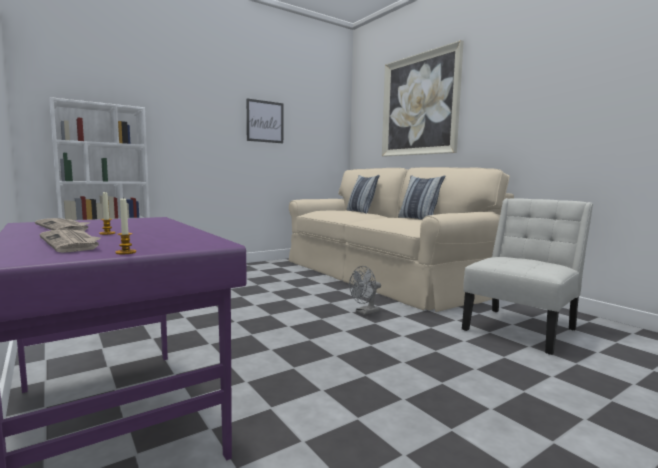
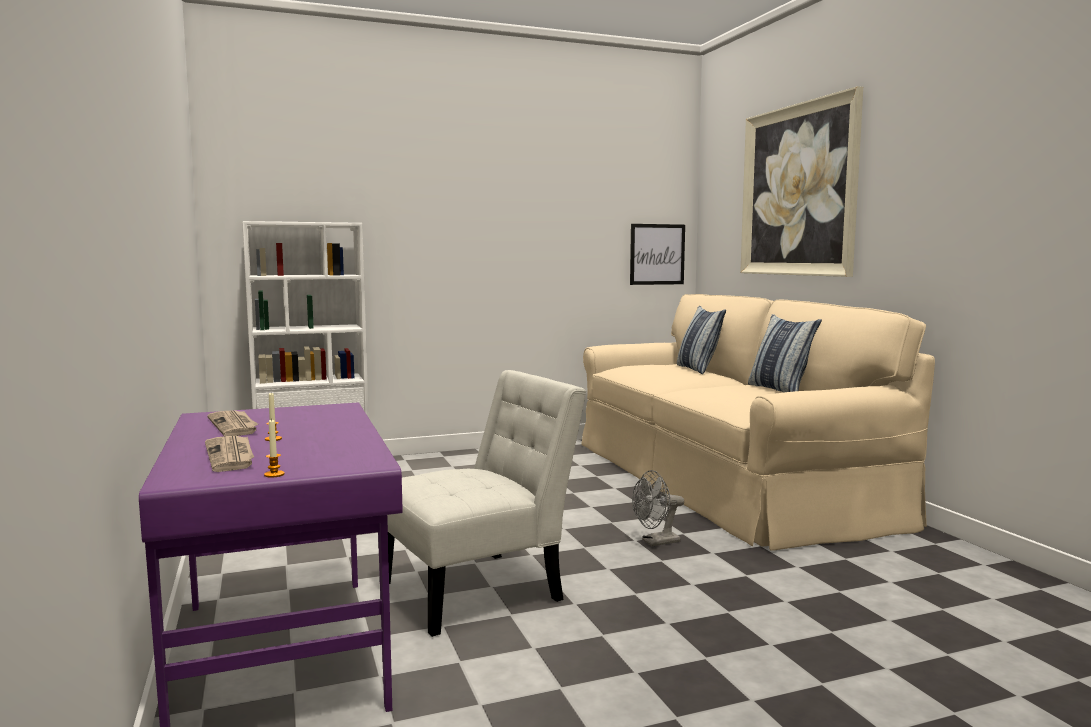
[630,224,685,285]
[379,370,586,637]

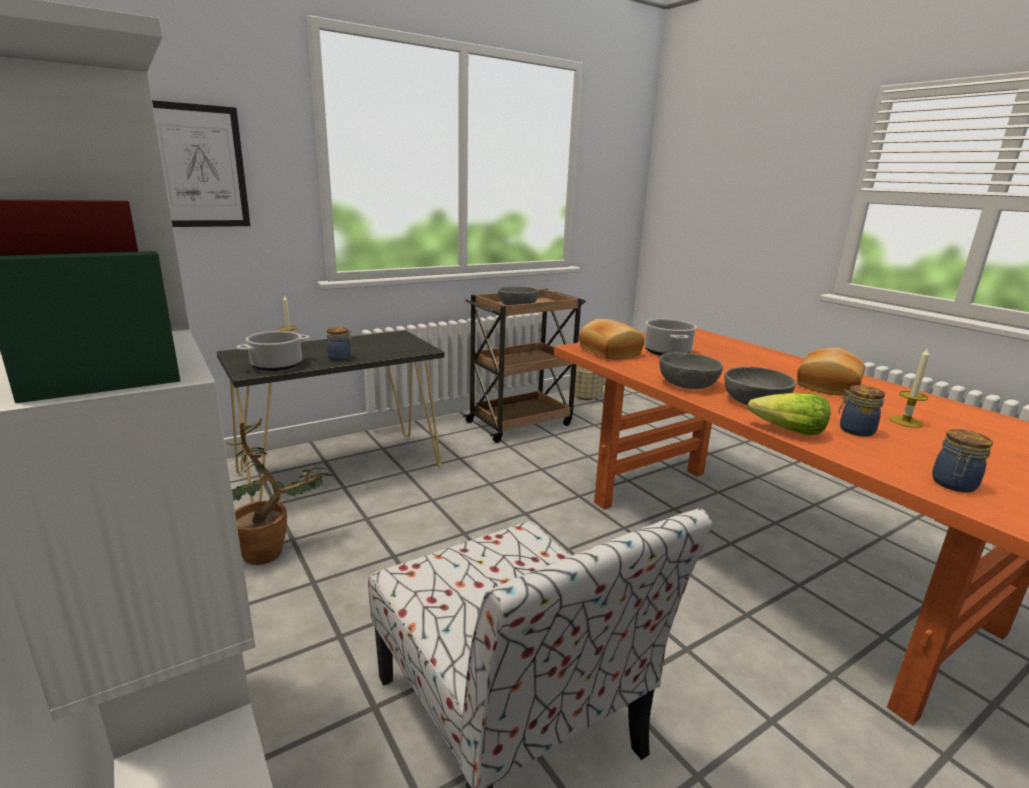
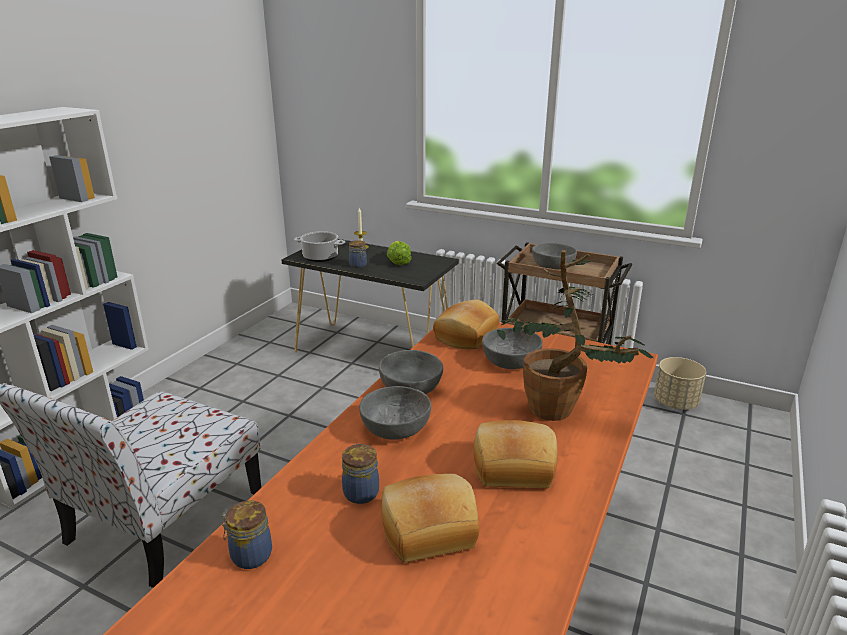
[152,100,250,227] (first image)
[497,250,653,421]
[482,328,543,369]
[387,241,411,265]
[381,474,479,563]

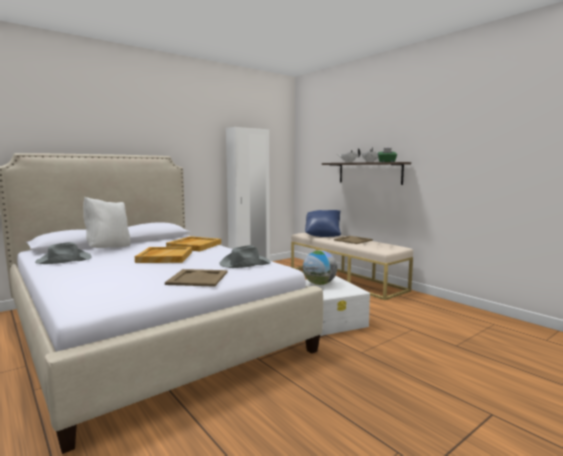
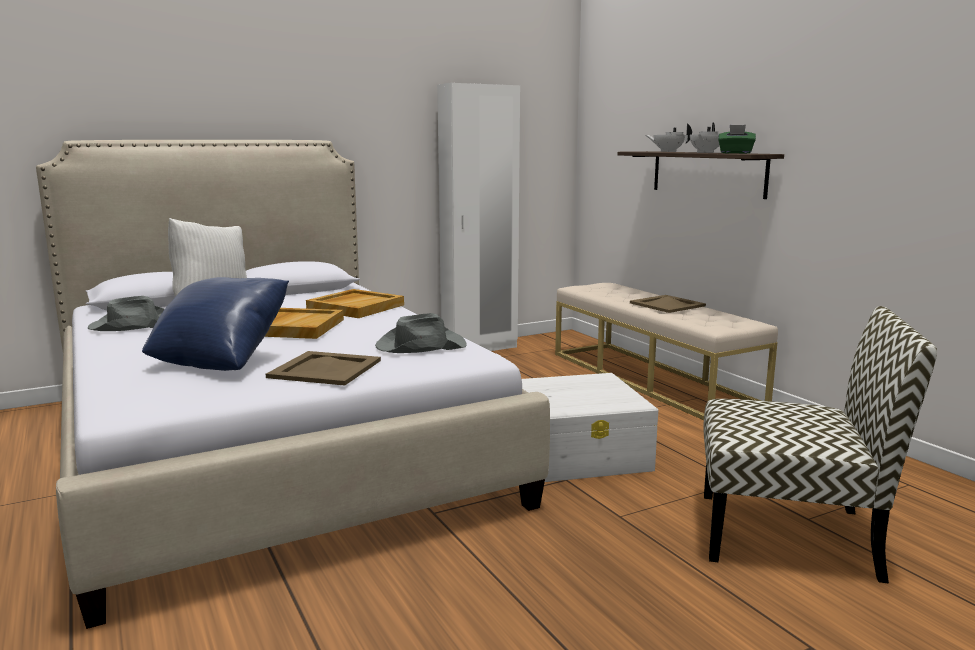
[303,250,337,285] (first image)
[142,277,289,371]
[703,306,937,584]

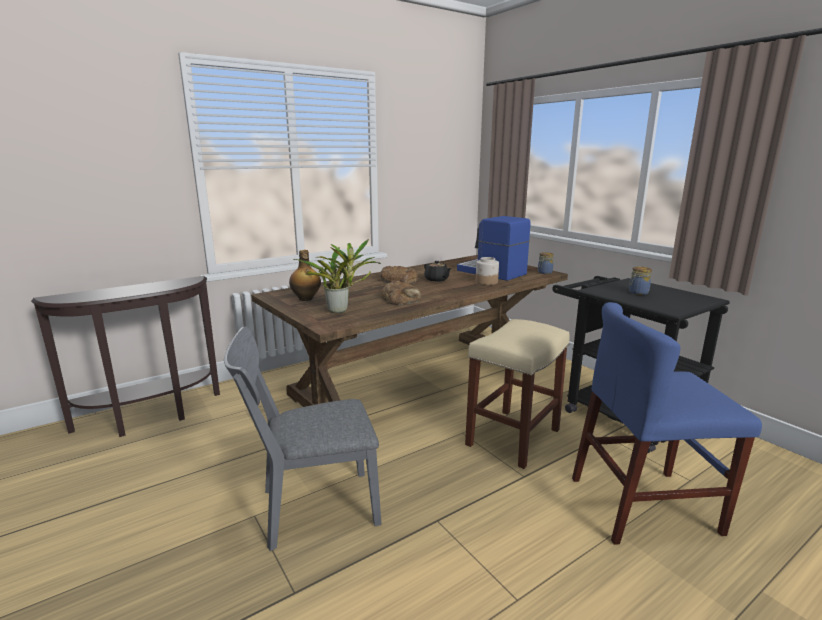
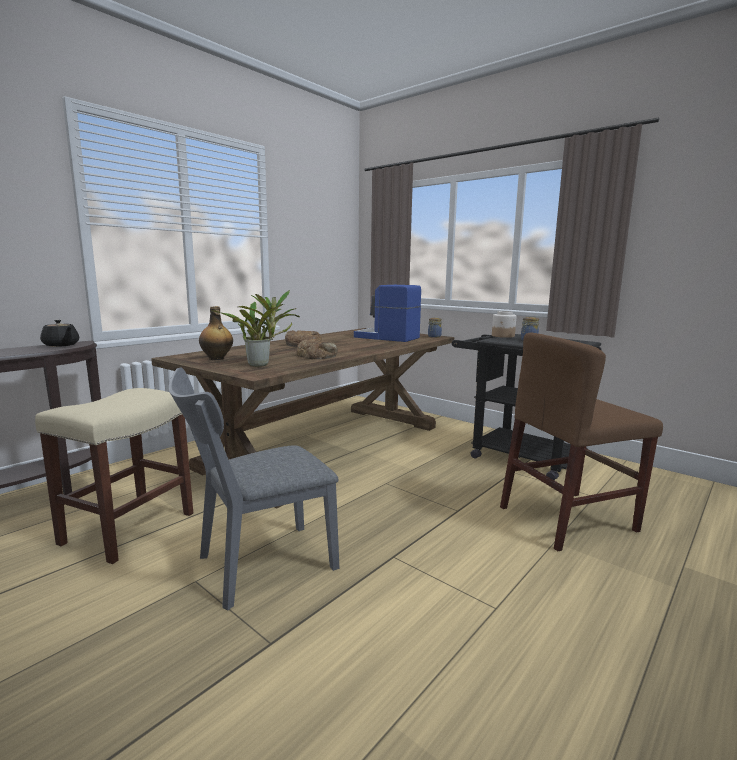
[40,320,79,347]
[35,388,193,564]
[492,311,516,338]
[500,333,663,552]

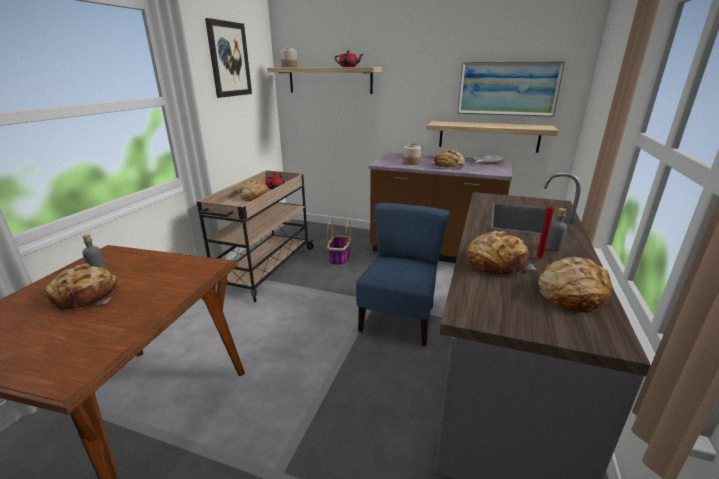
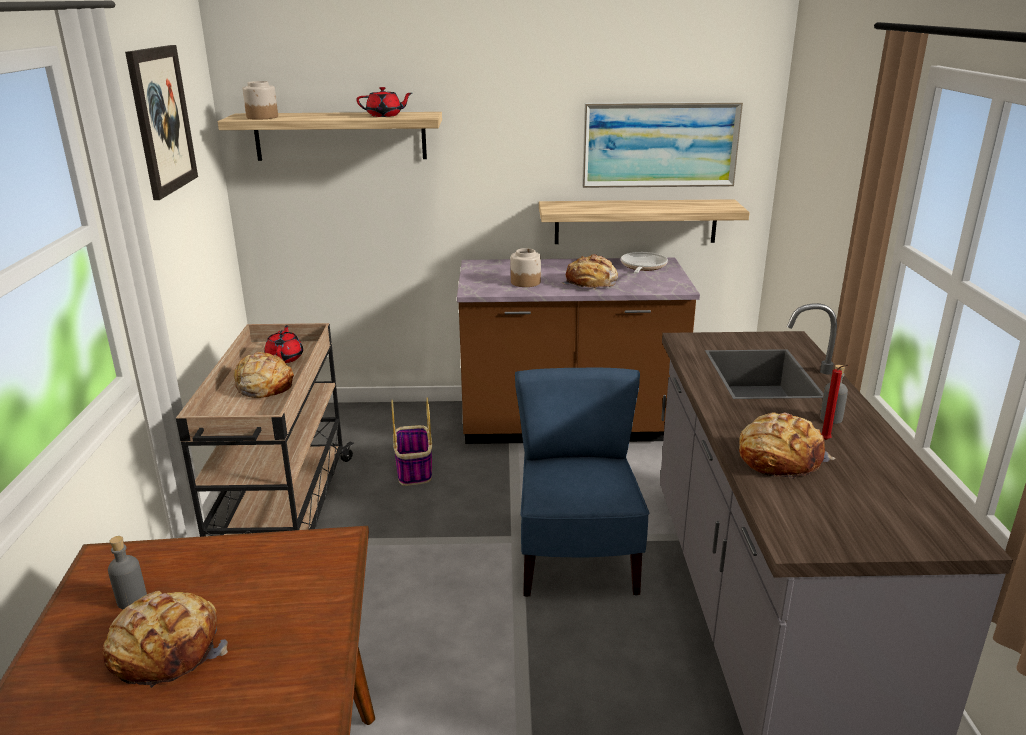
[538,257,612,312] (first image)

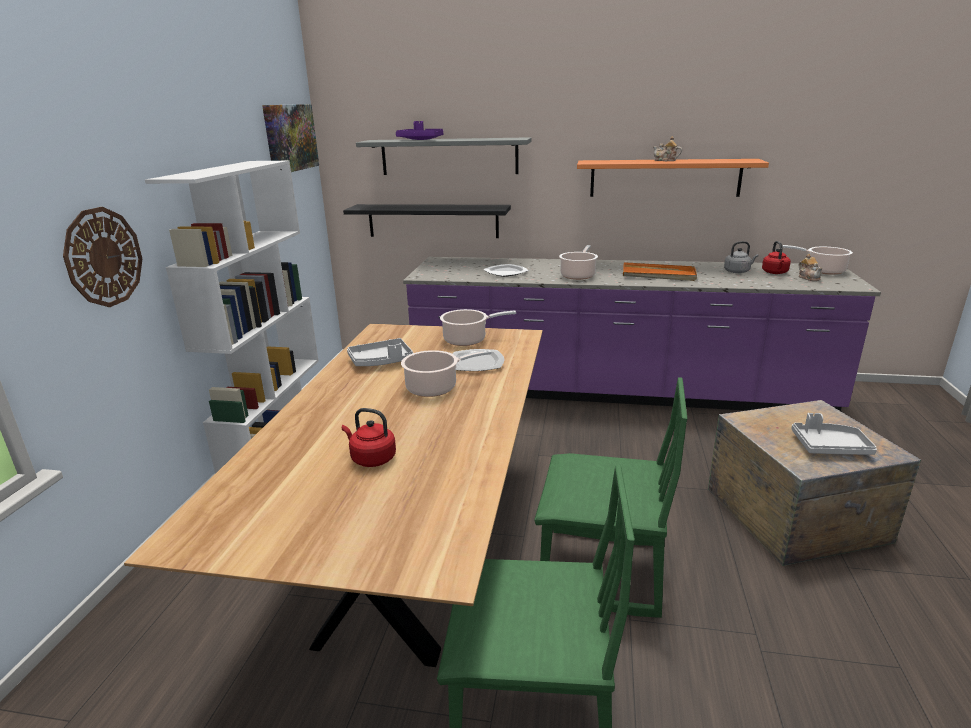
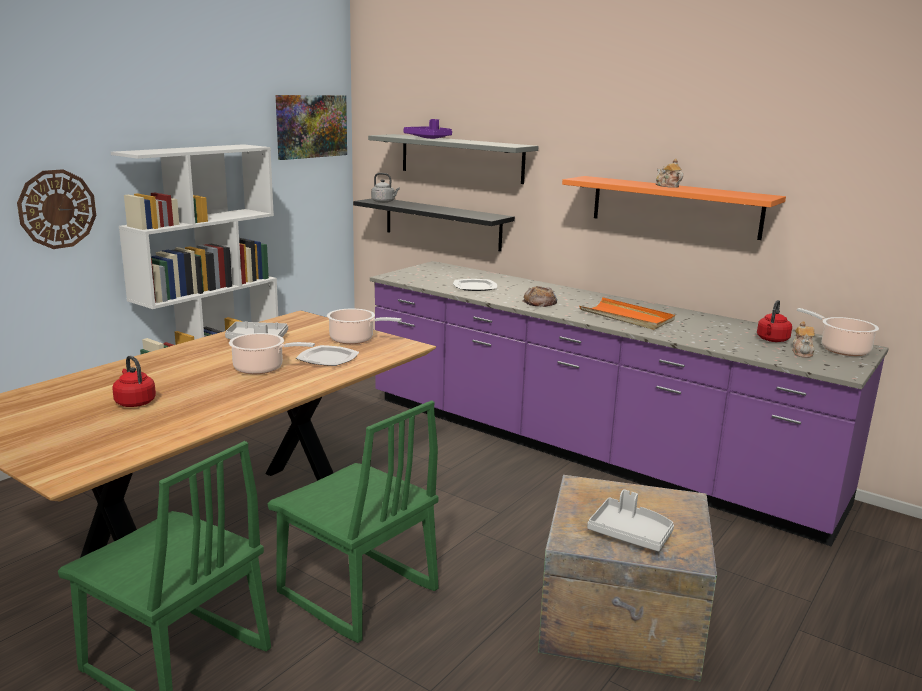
[522,286,557,307]
[371,173,400,203]

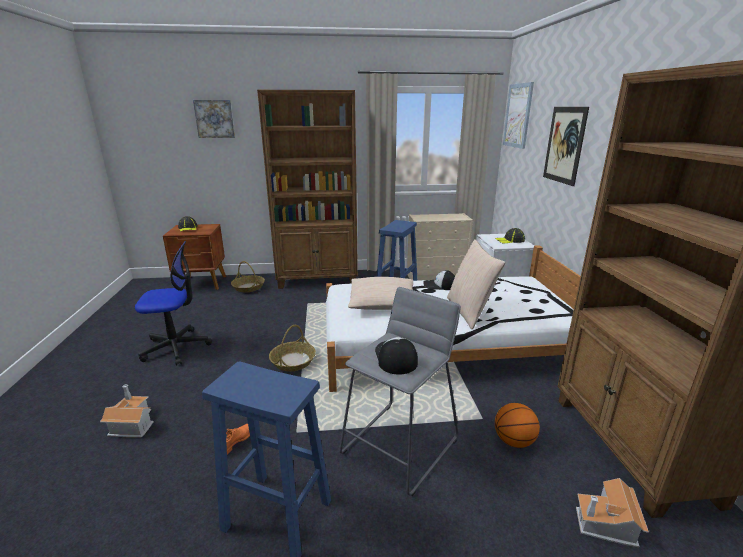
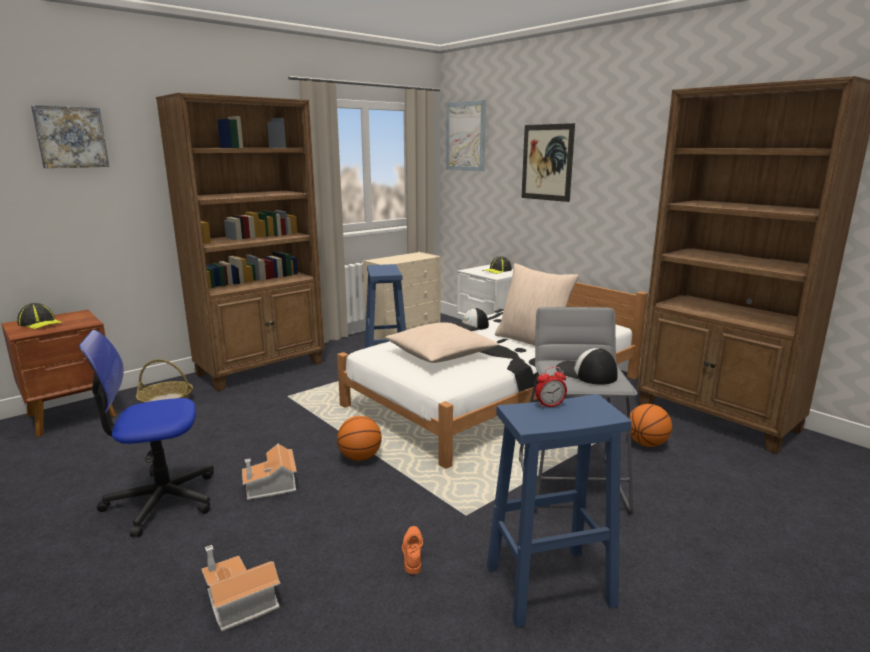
[79,330,214,537]
[337,416,382,461]
[242,444,297,500]
[535,367,567,408]

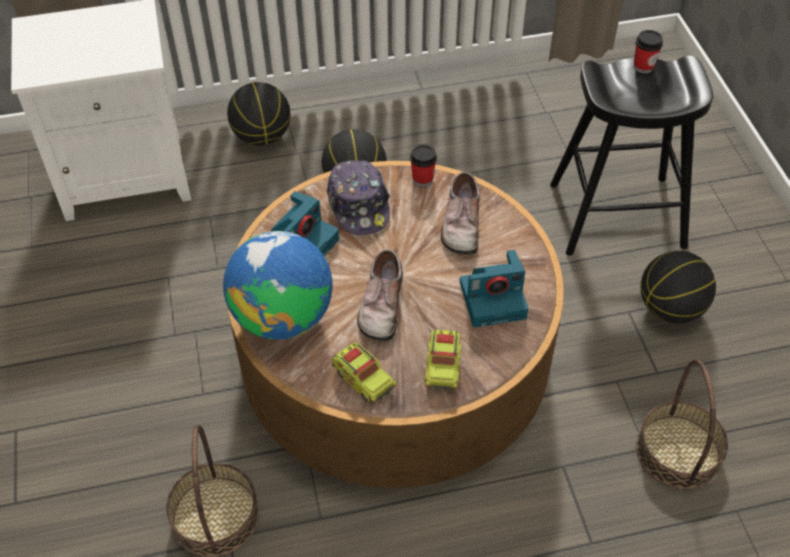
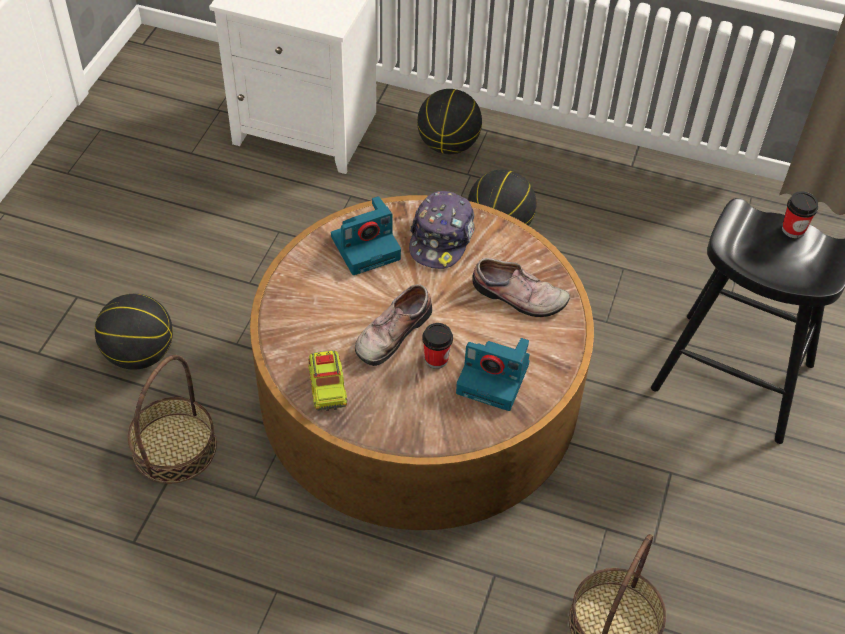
[223,231,333,340] (first image)
[422,323,453,369]
[425,330,461,391] (first image)
[472,258,570,317]
[95,294,173,370]

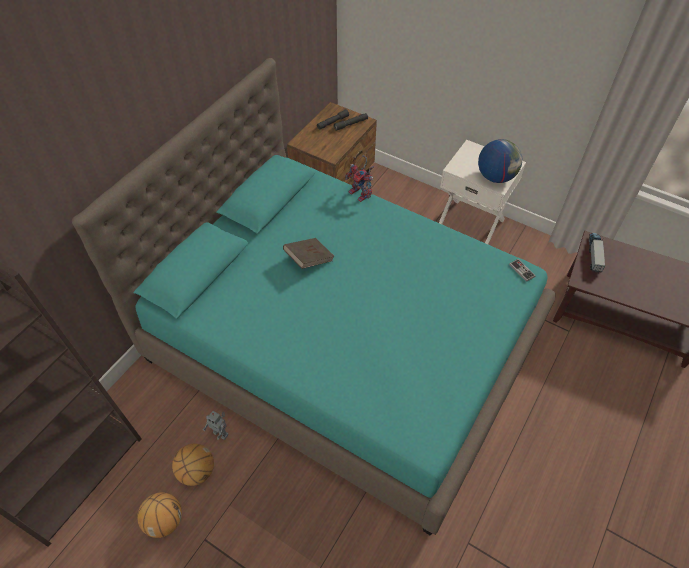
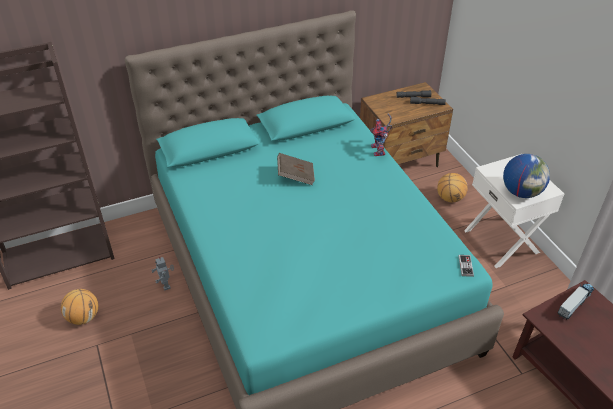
[437,173,468,202]

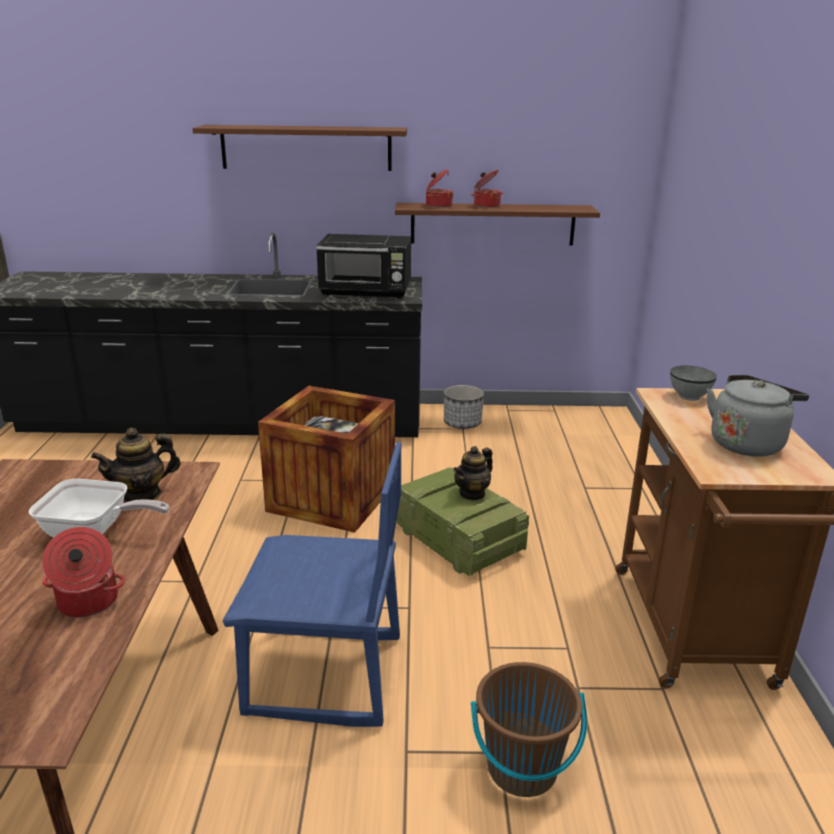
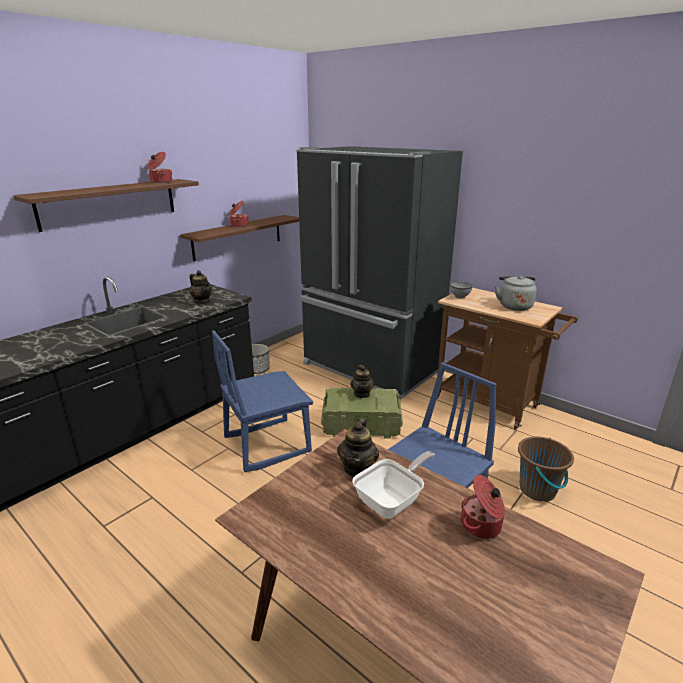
[212,330,313,472]
[189,270,213,304]
[147,152,172,183]
[296,146,463,399]

